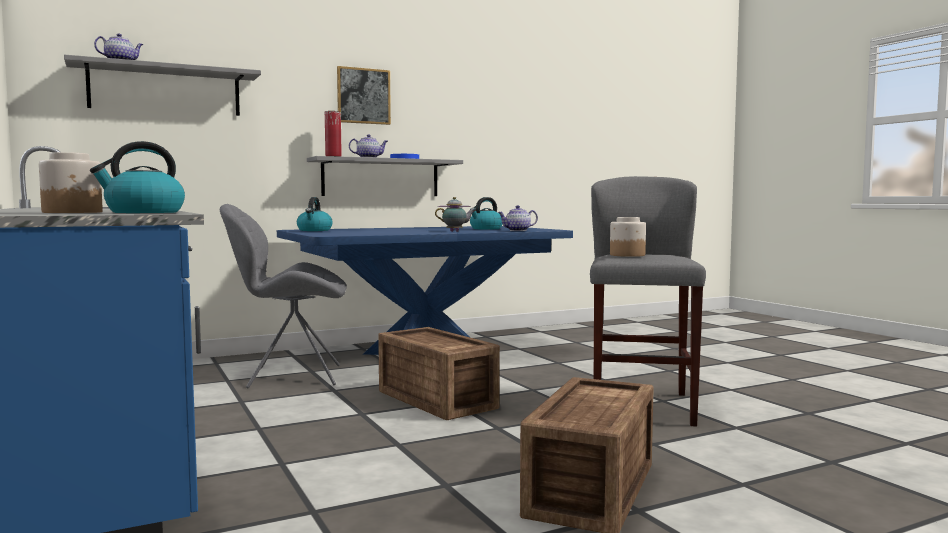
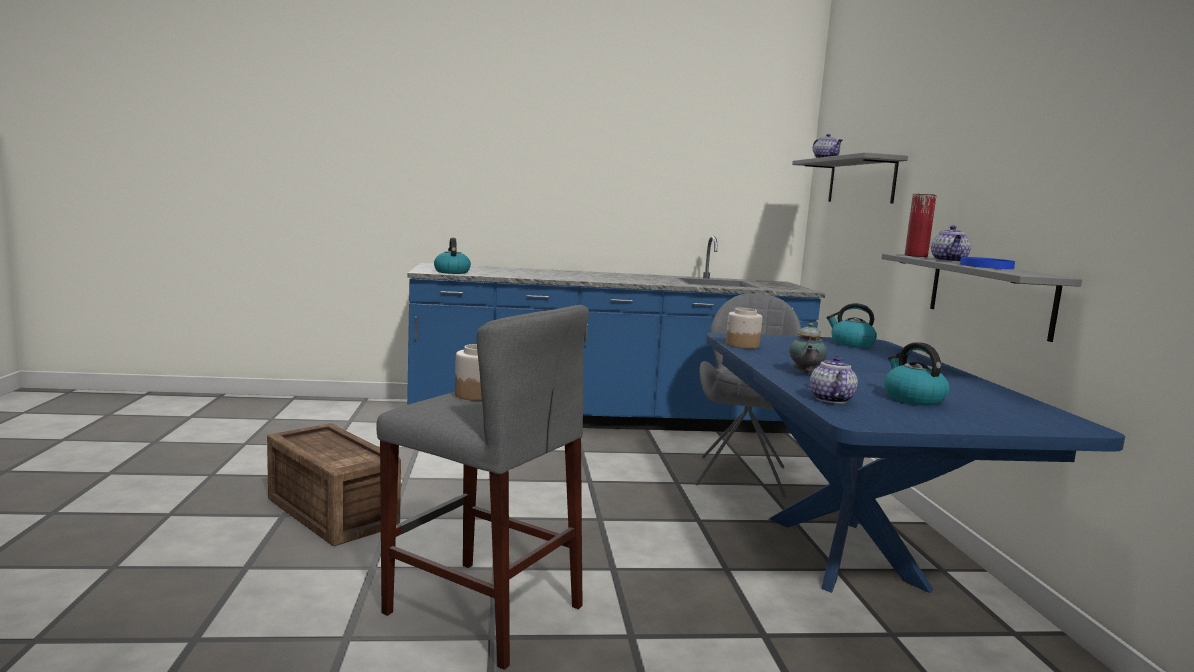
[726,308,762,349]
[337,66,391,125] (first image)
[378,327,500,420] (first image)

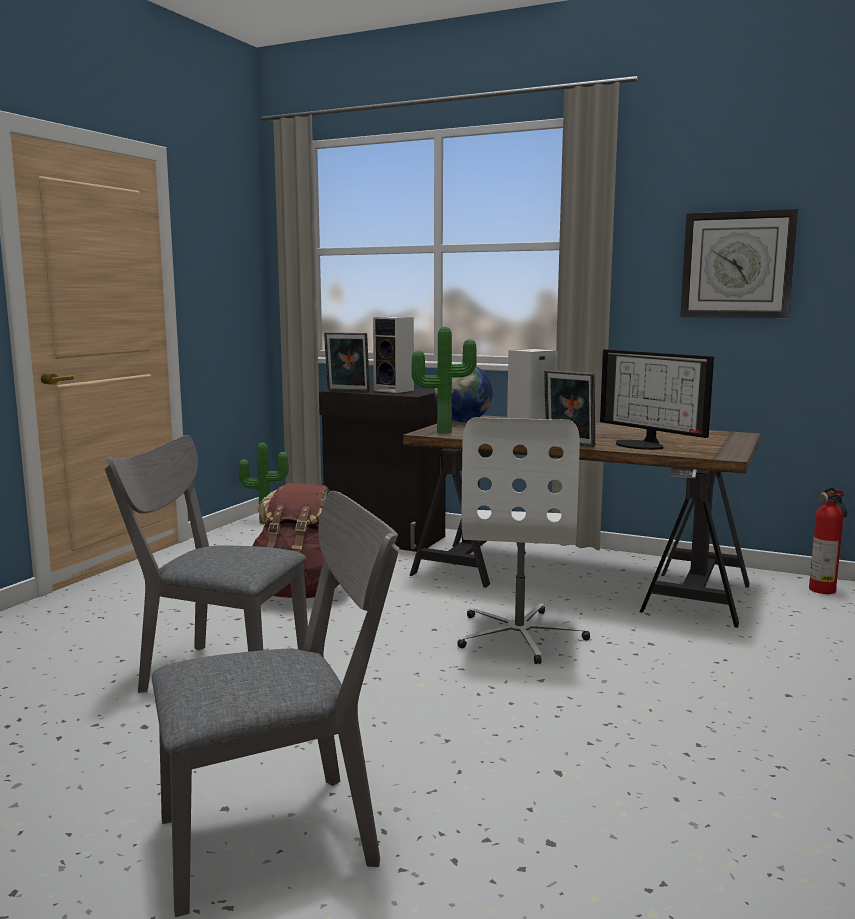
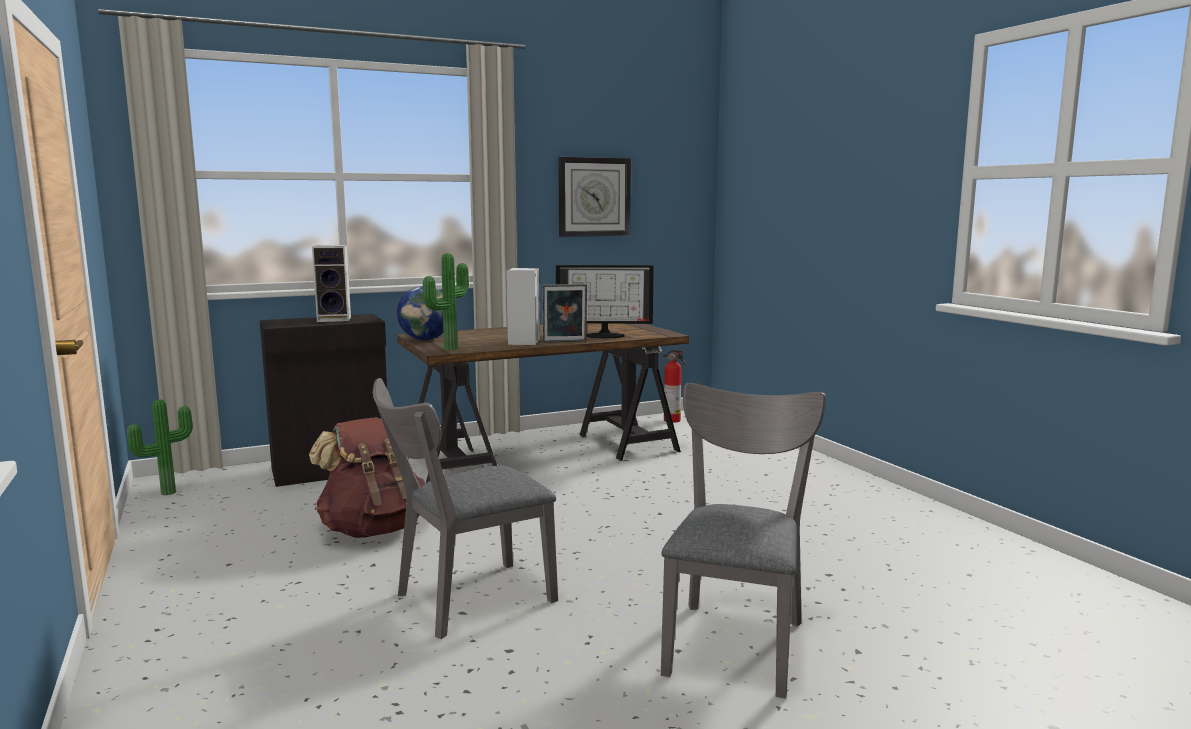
[324,332,370,392] (first image)
[457,418,590,664] (first image)

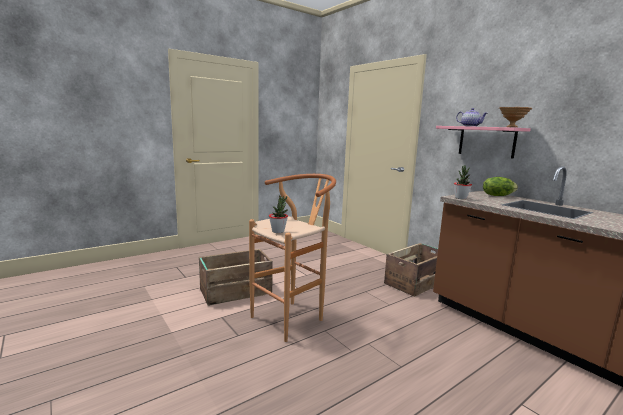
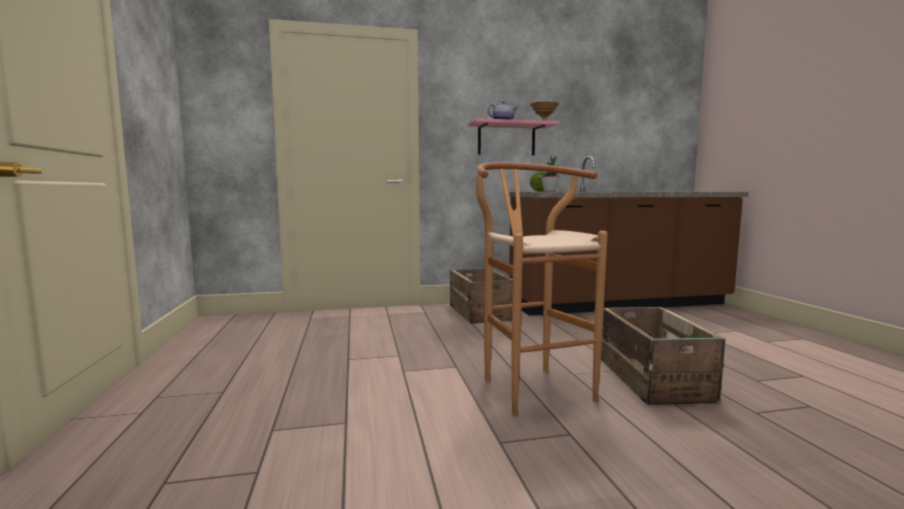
[601,307,725,405]
[269,195,288,233] (first image)

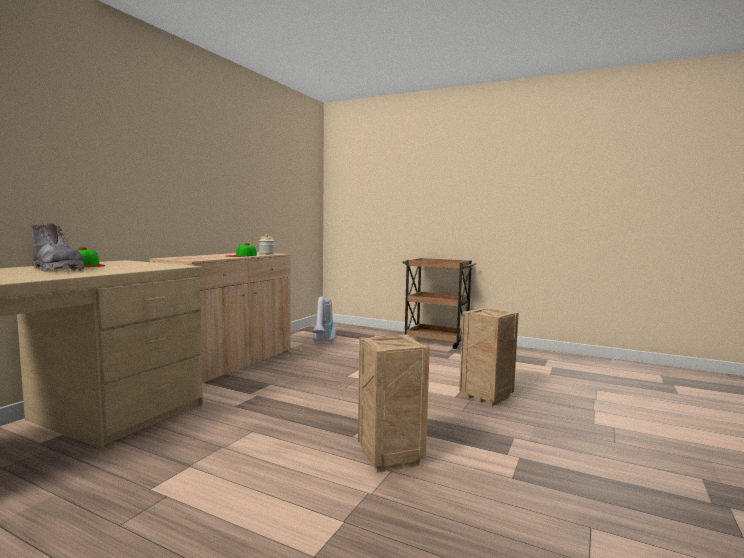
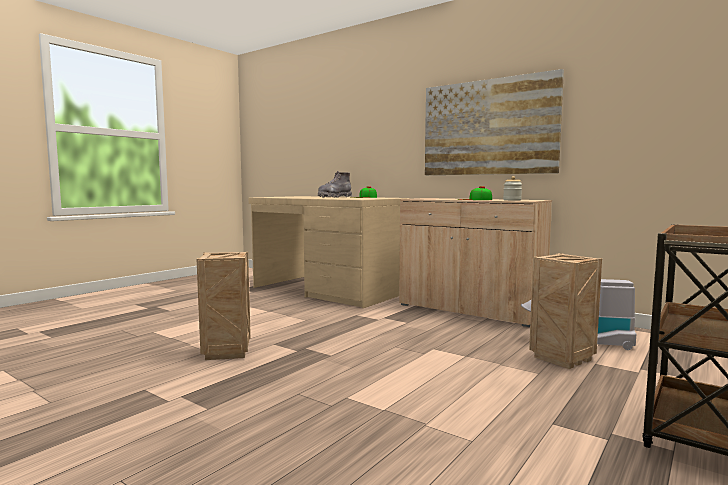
[529,253,602,369]
[425,69,564,175]

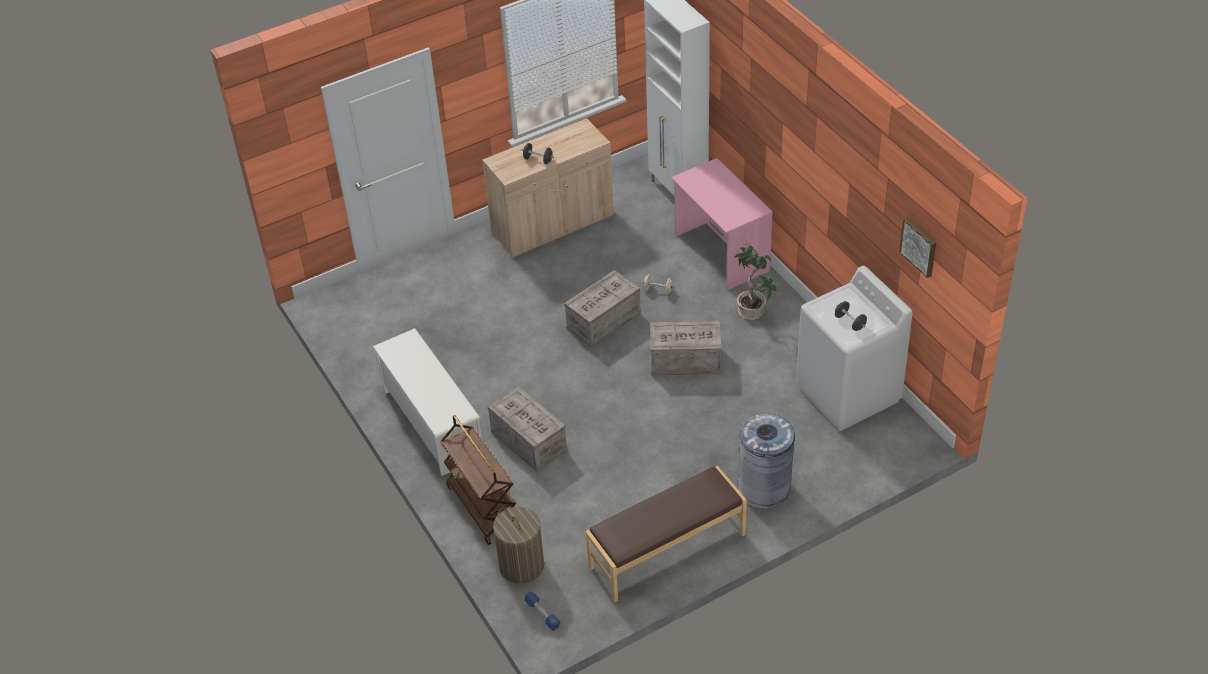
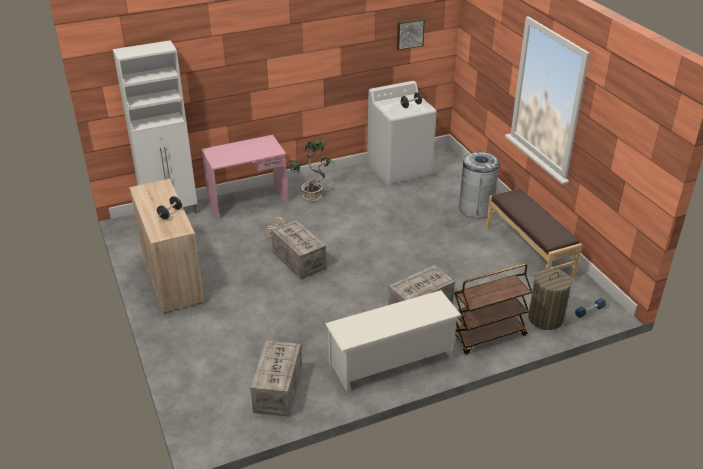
[250,340,302,417]

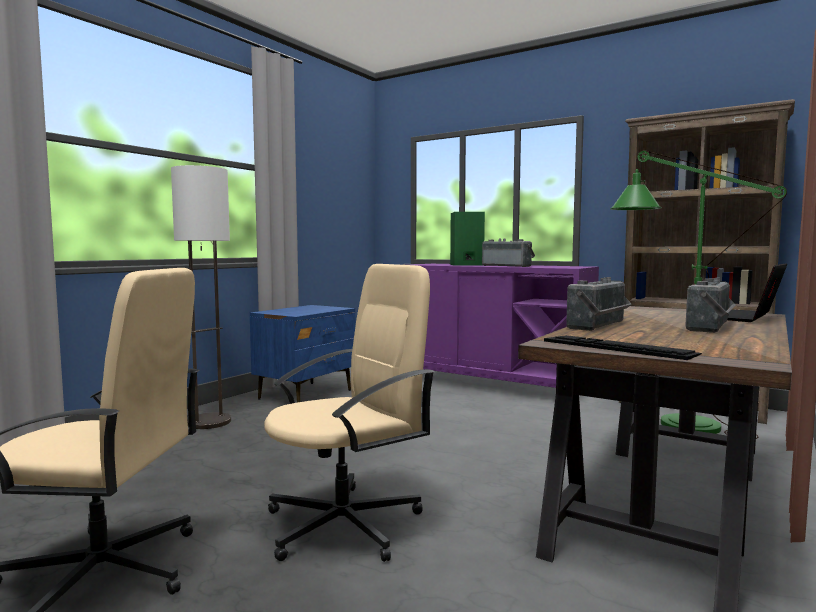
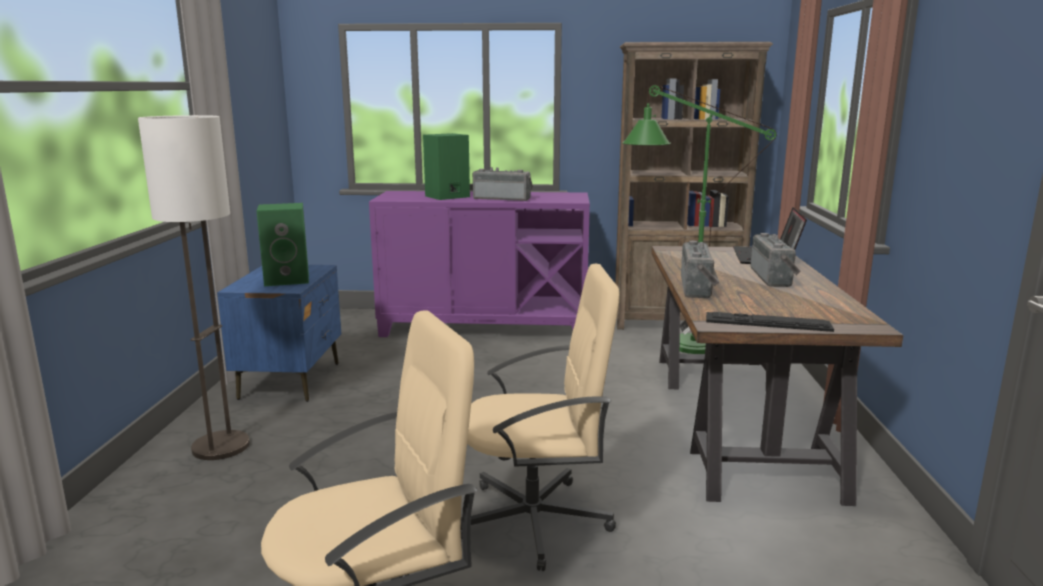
[460,264,620,571]
[256,203,309,286]

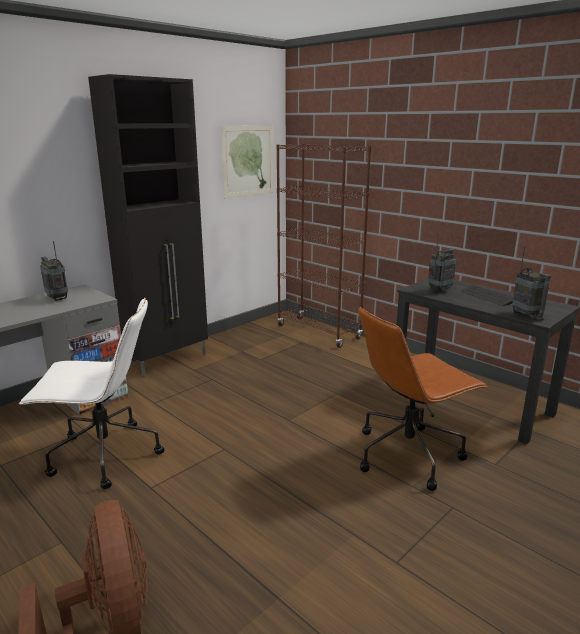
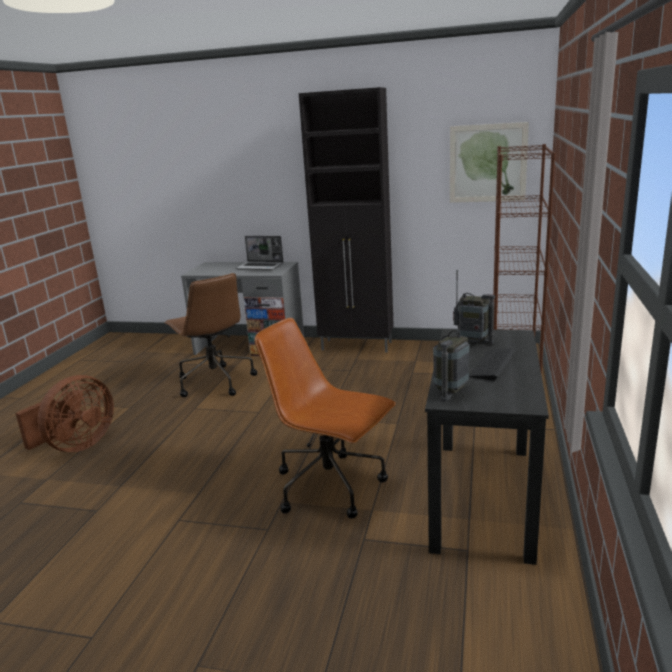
[164,273,257,397]
[236,236,283,270]

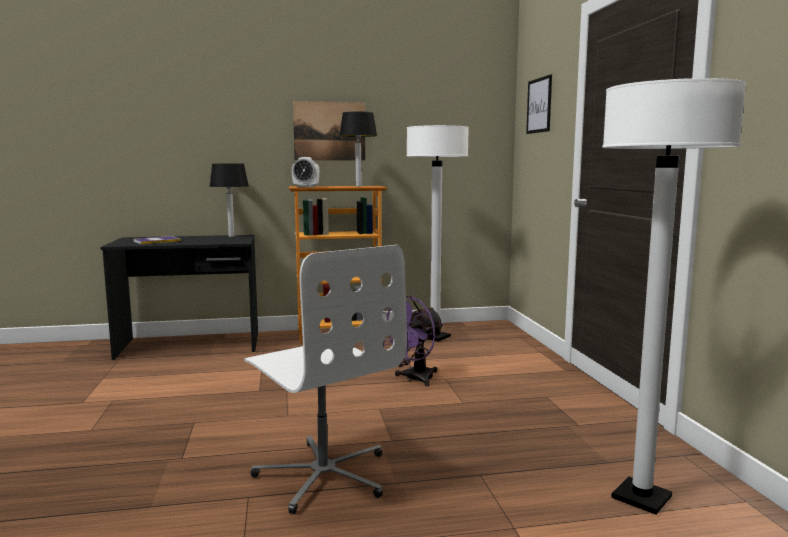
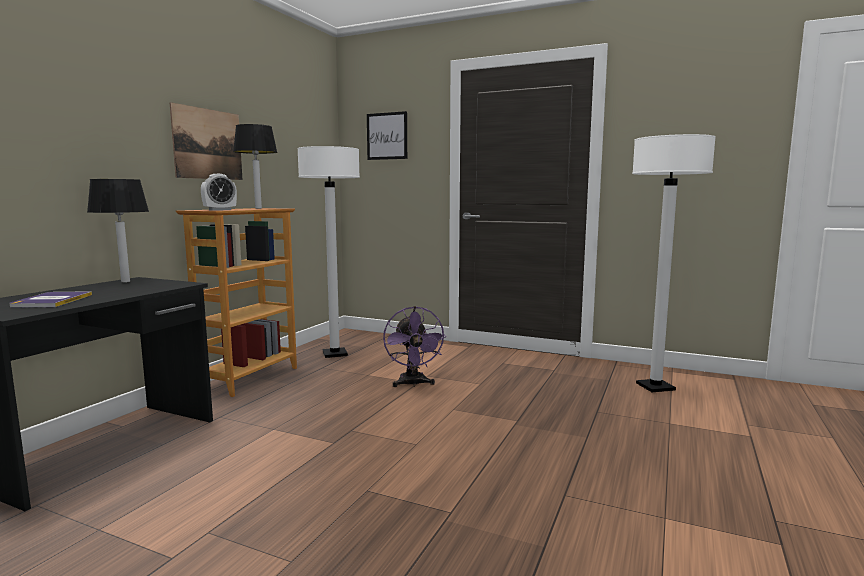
[244,245,407,514] (first image)

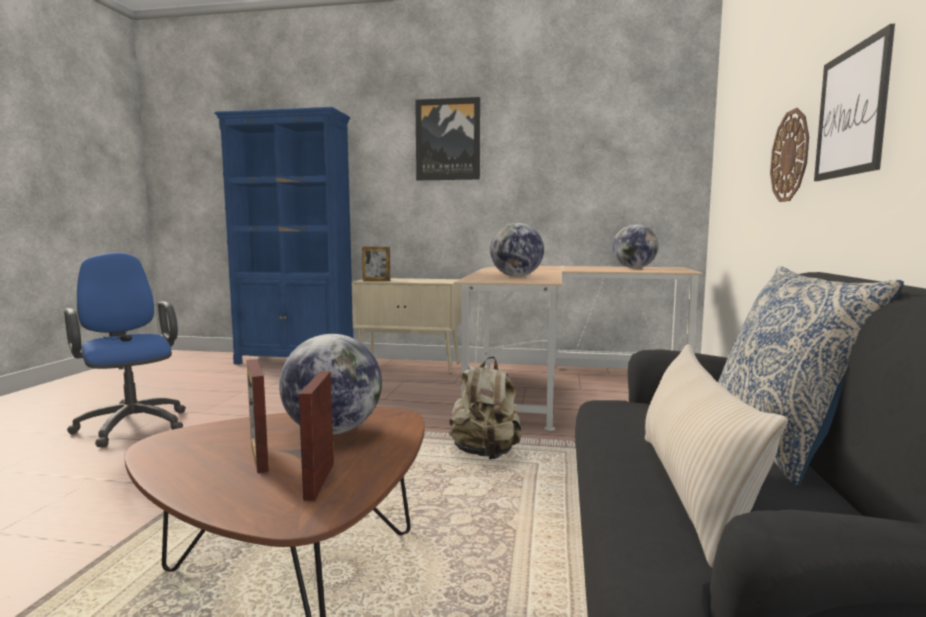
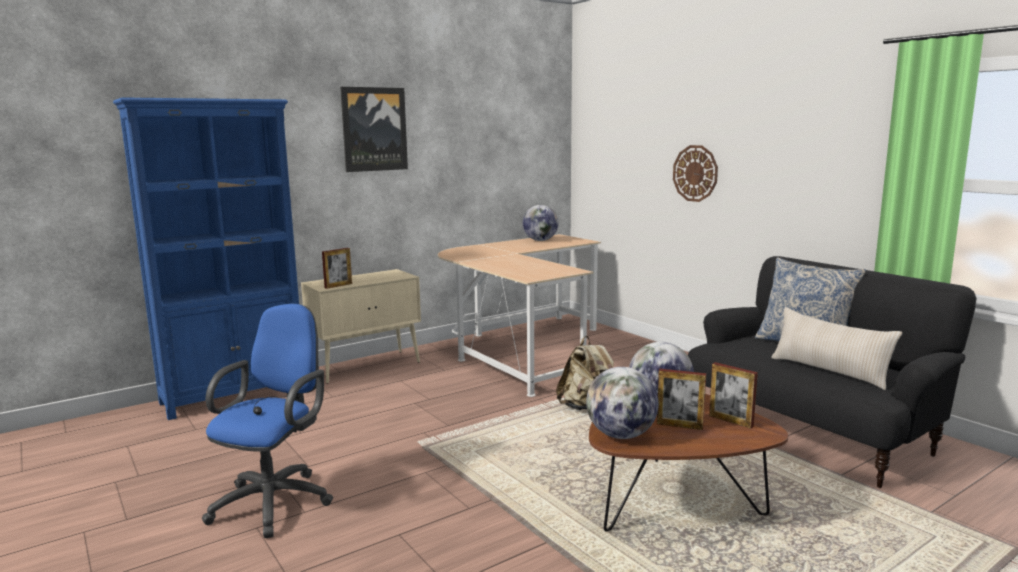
[202,304,333,538]
[586,367,659,439]
[814,24,895,181] (first image)

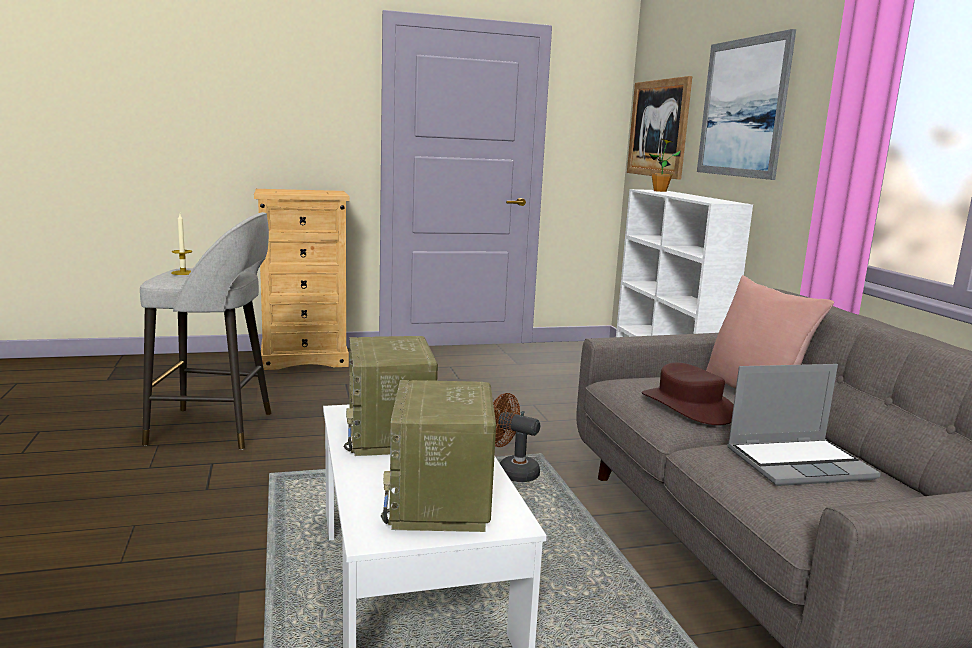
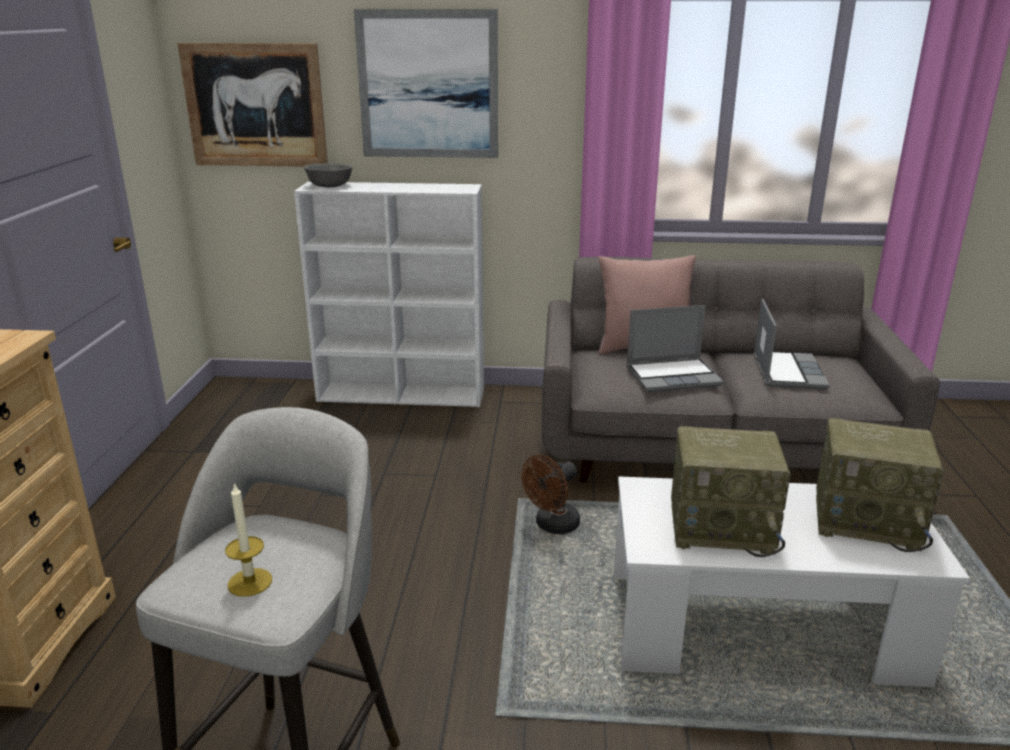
[626,305,724,392]
[304,163,353,187]

